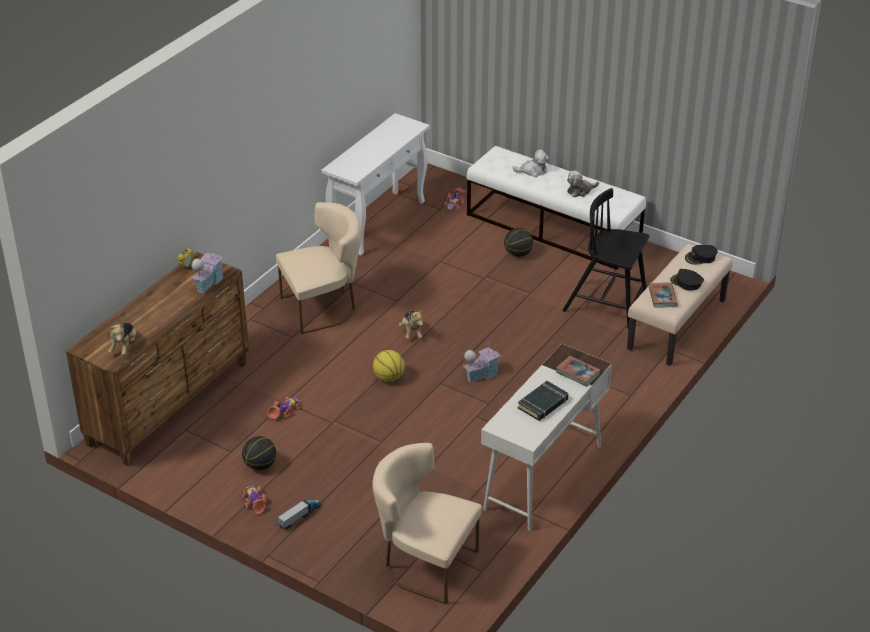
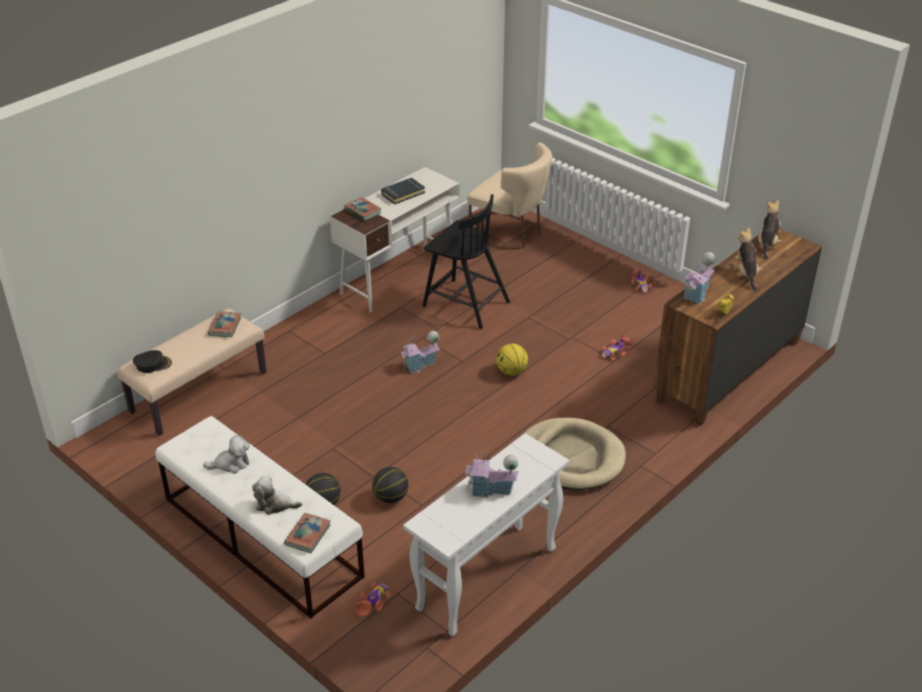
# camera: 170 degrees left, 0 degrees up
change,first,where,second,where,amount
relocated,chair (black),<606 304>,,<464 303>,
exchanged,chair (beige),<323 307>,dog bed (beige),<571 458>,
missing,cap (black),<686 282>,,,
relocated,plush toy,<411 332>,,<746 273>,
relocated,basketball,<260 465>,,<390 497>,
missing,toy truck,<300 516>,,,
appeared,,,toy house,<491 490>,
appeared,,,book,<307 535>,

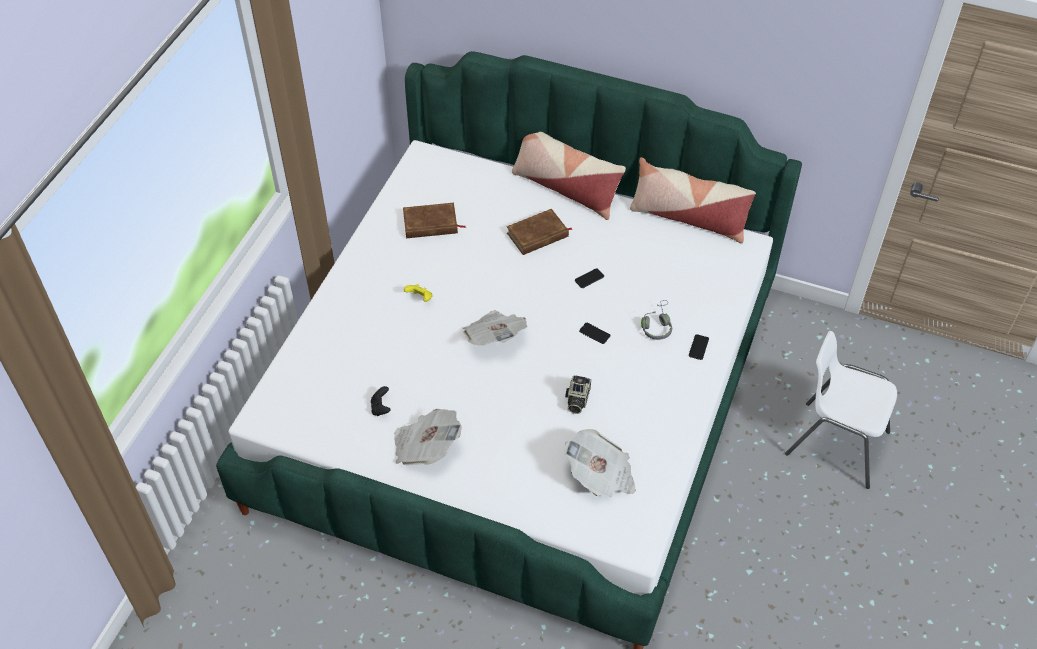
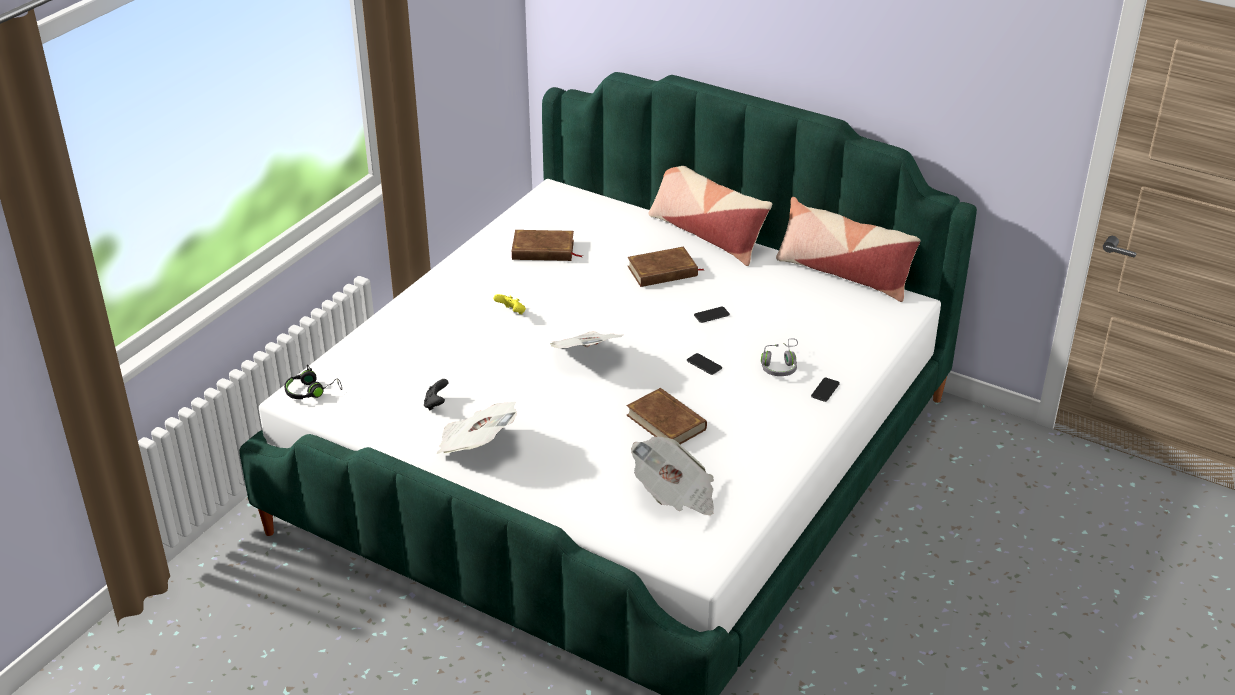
# camera: 10 degrees right, 15 degrees down
change,first,where,second,where,amount
missing,chair (white),<836 443>,,,
exchanged,photo camera,<577 400>,book (brown),<666 422>,
appeared,,,headphones (black),<312 391>,

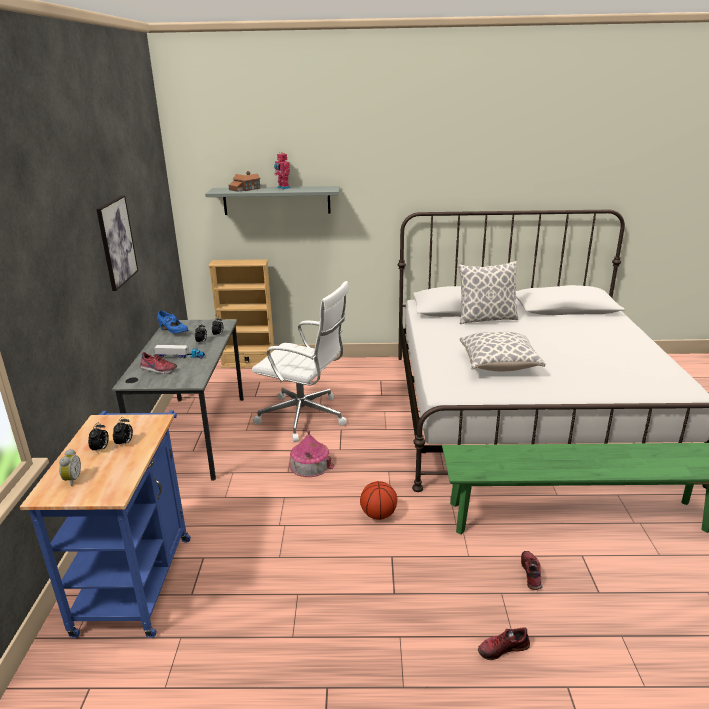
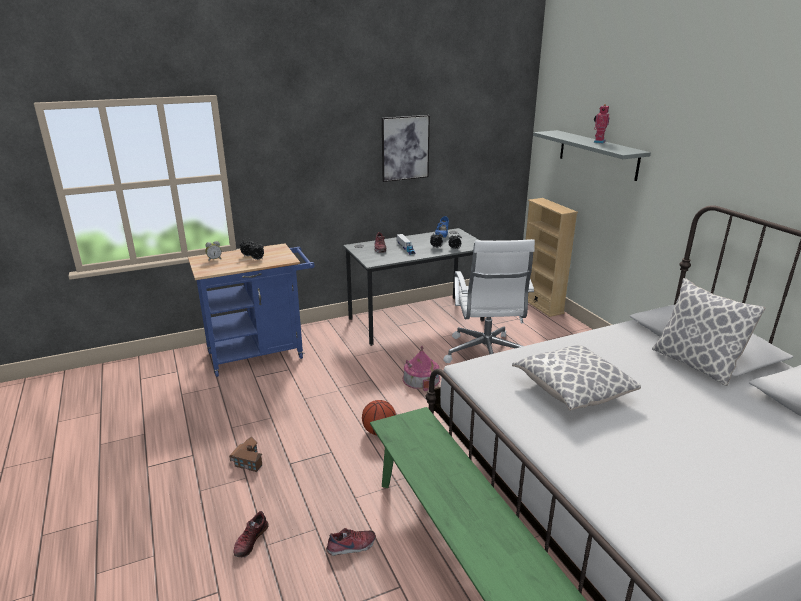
# camera: 65 degrees right, 0 degrees up
change,first,where,second,where,amount
relocated,toy house,<244 189>,,<248 460>,
spun,shoe,<502 648>,,<250 540>,120 degrees counterclockwise

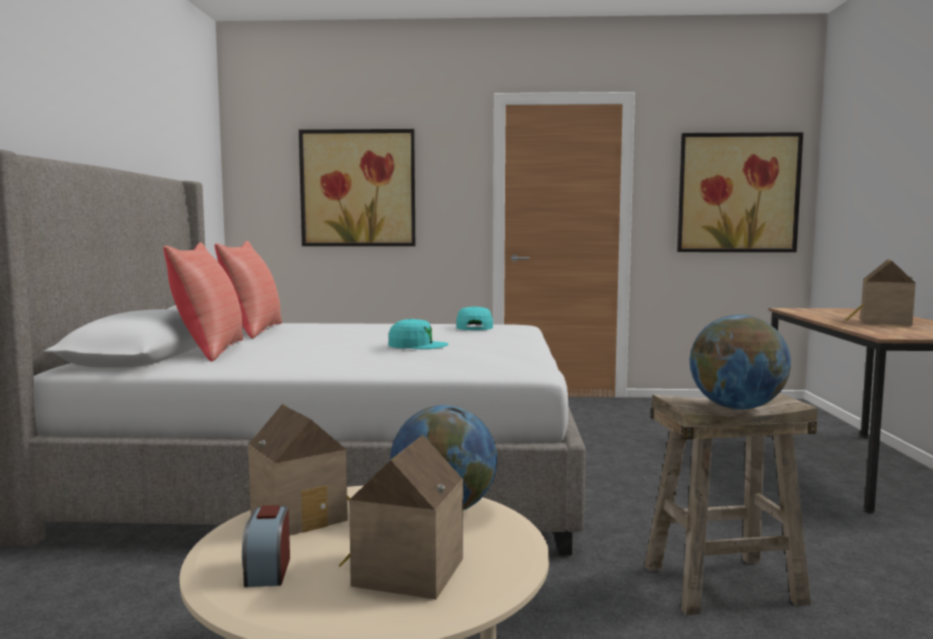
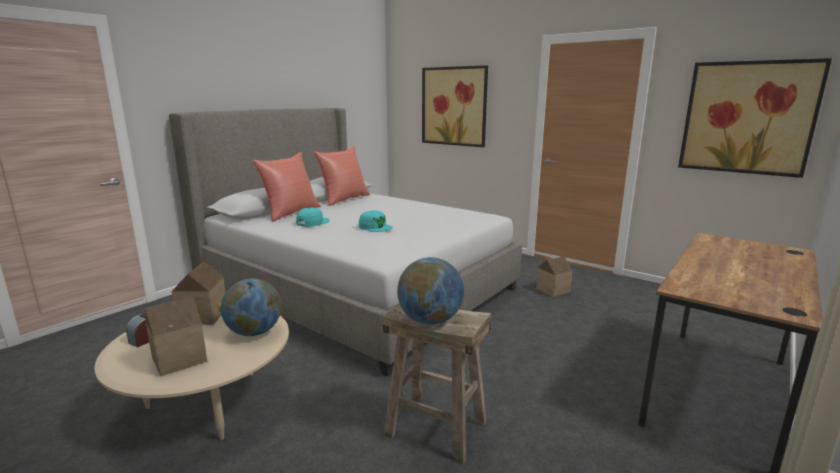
# camera: 35 degrees right, 10 degrees up
change,first,where,second,where,amount
relocated,toy house,<882 322>,,<551 290>,
relocated,cap (turquoise),<474 327>,,<312 222>,

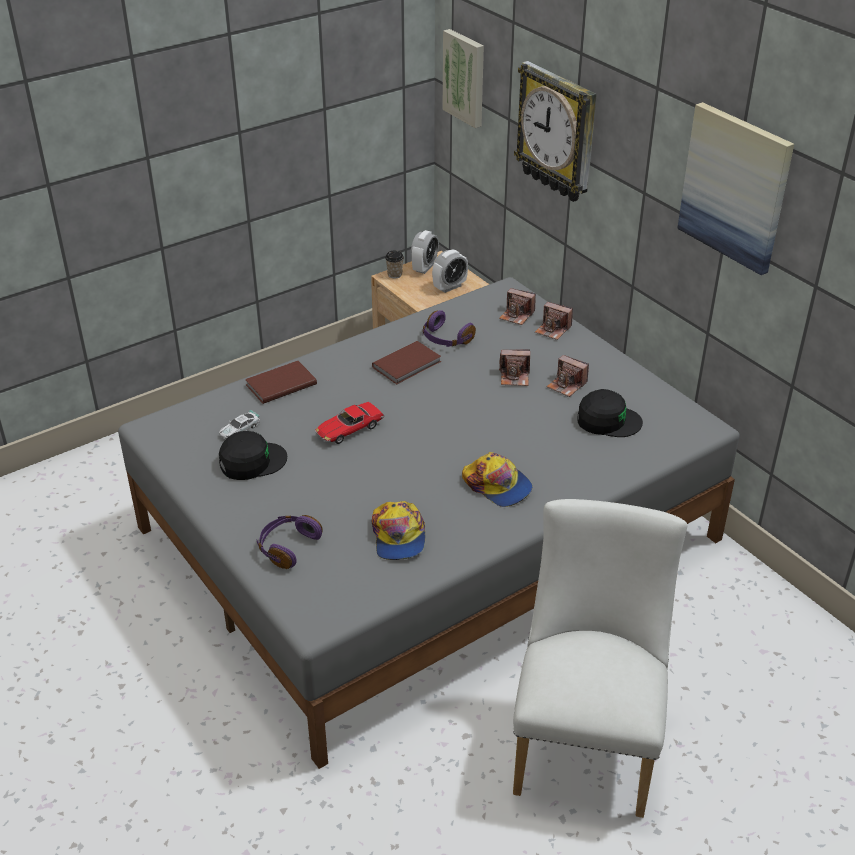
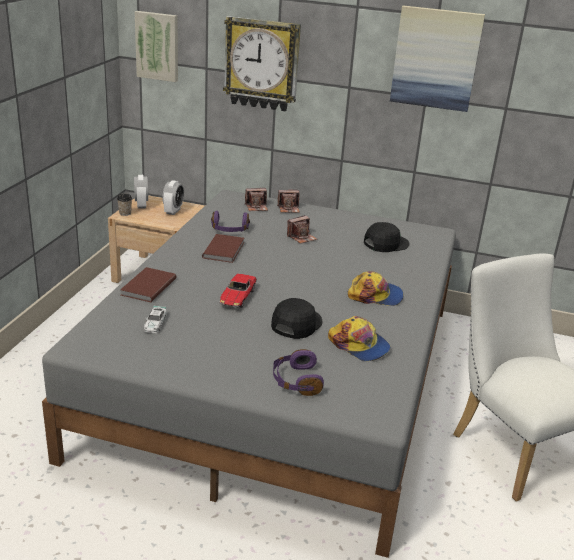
# camera: 40 degrees left, 10 degrees down
change,first,where,second,where,amount
missing,photo camera,<566 385>,,,
relocated,cap (black),<252 461>,,<296 324>,

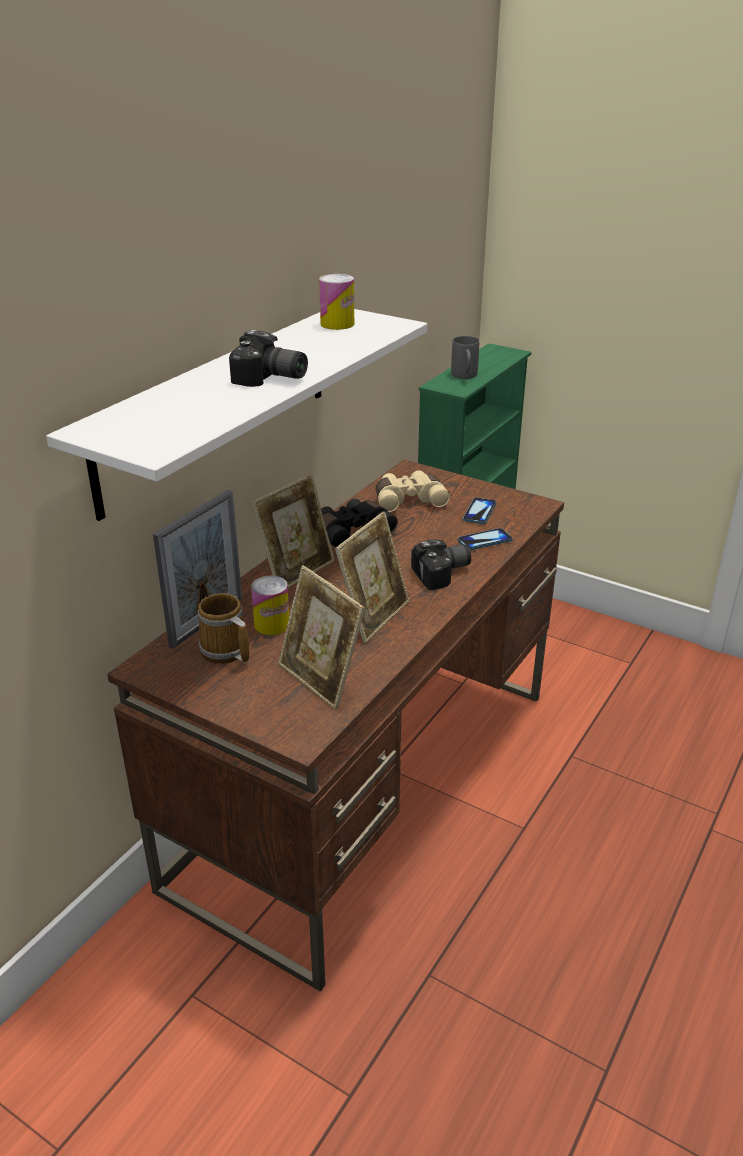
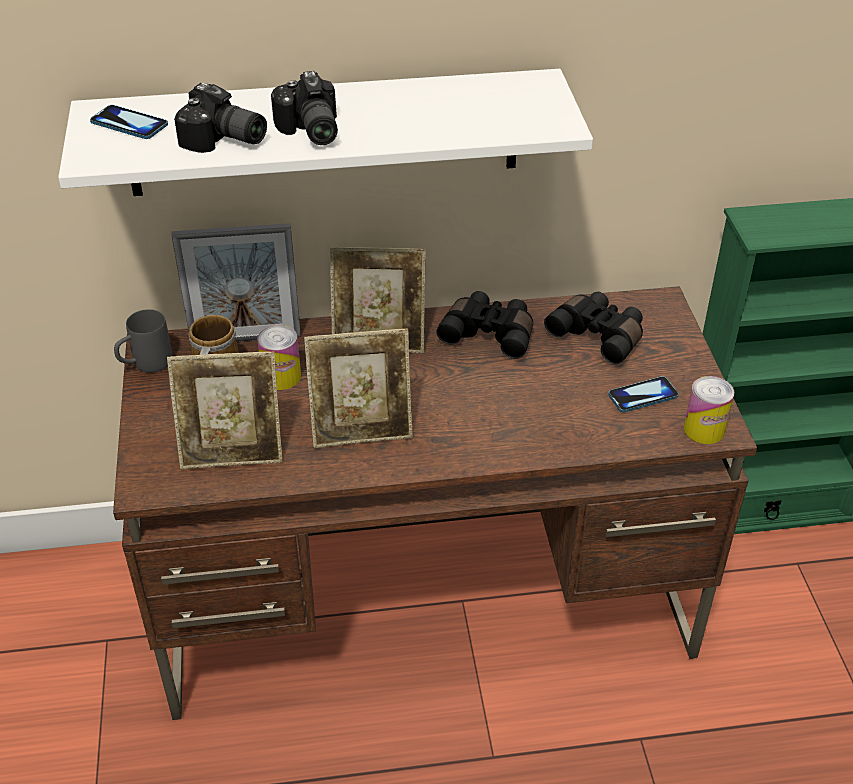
# camera: 50 degrees right, 10 degrees up
change,first,where,second,where,amount
relocated,can,<337 324>,,<704 429>,
relocated,mug (grey),<465 376>,,<145 365>,
colour,binoculars (beige),<408 500>,binoculars (black),<599 335>,
relocated,phone,<484 540>,,<129 124>,
relocated,photo camera,<443 574>,,<224 141>,
spun,picture frame,<321 679>,,<233 452>,105 degrees counterclockwise

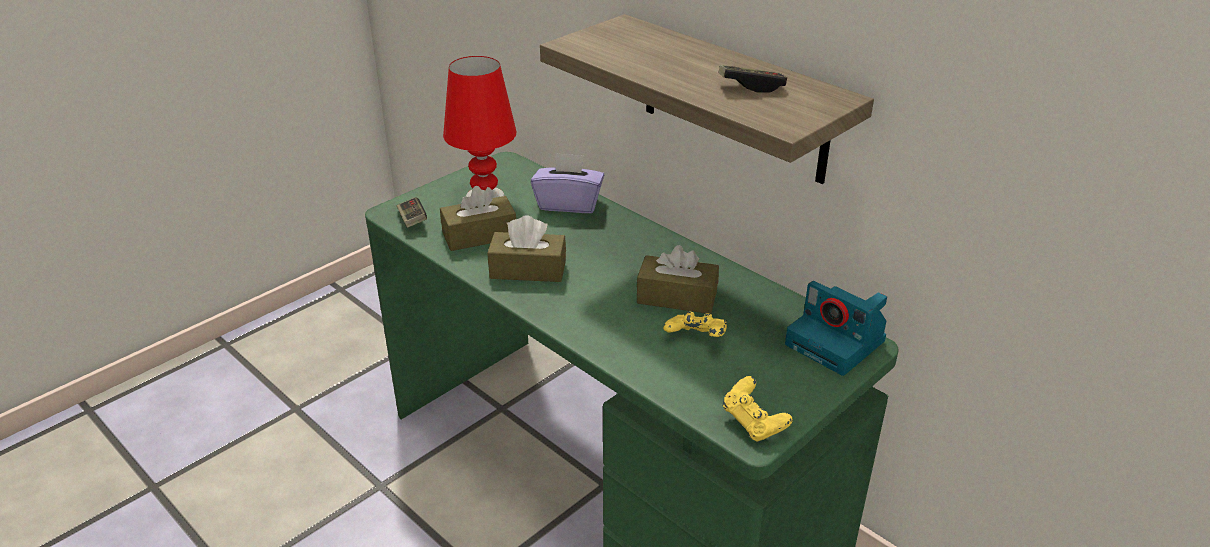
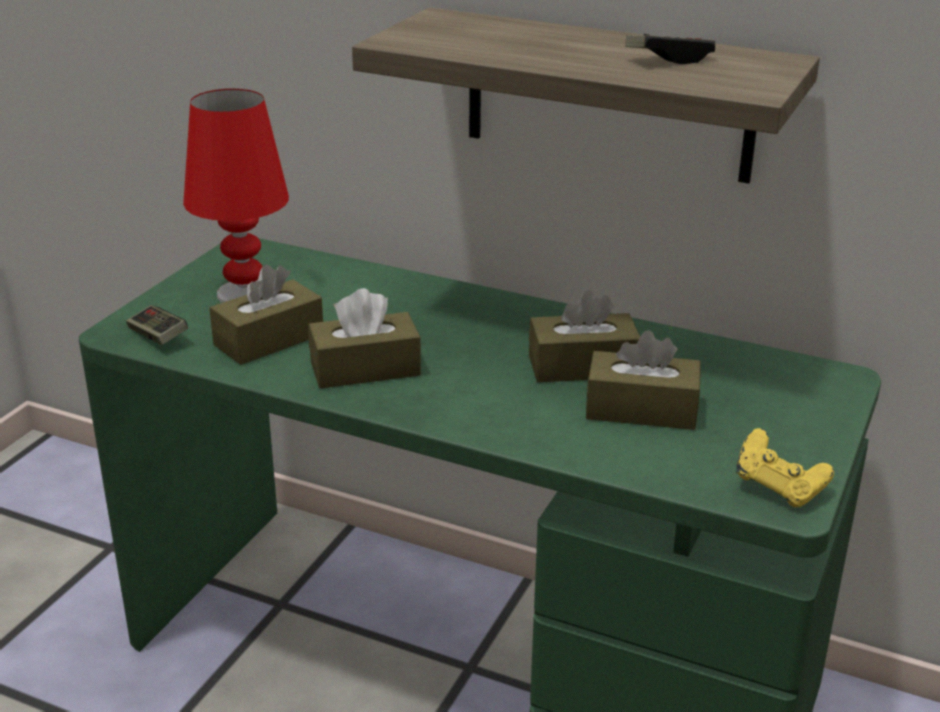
# camera: 20 degrees left, 5 degrees down
change,first,where,second,where,amount
missing,tissue box (purple),<569 204>,,,
missing,photo camera,<837 343>,,,
exchanged,game controller (yellow),<696 340>,tissue box (brown),<641 409>,

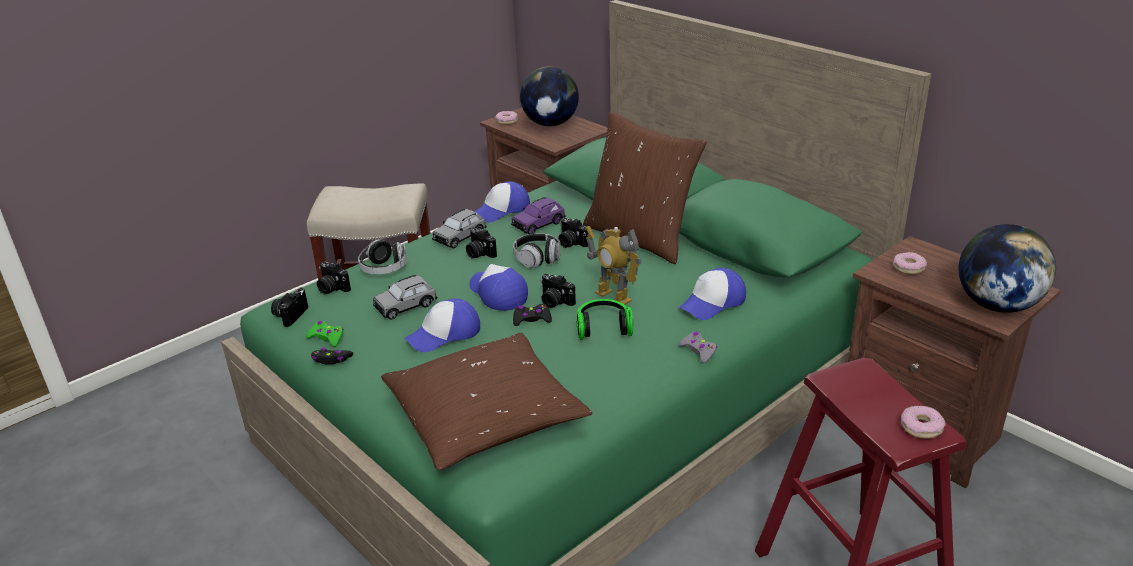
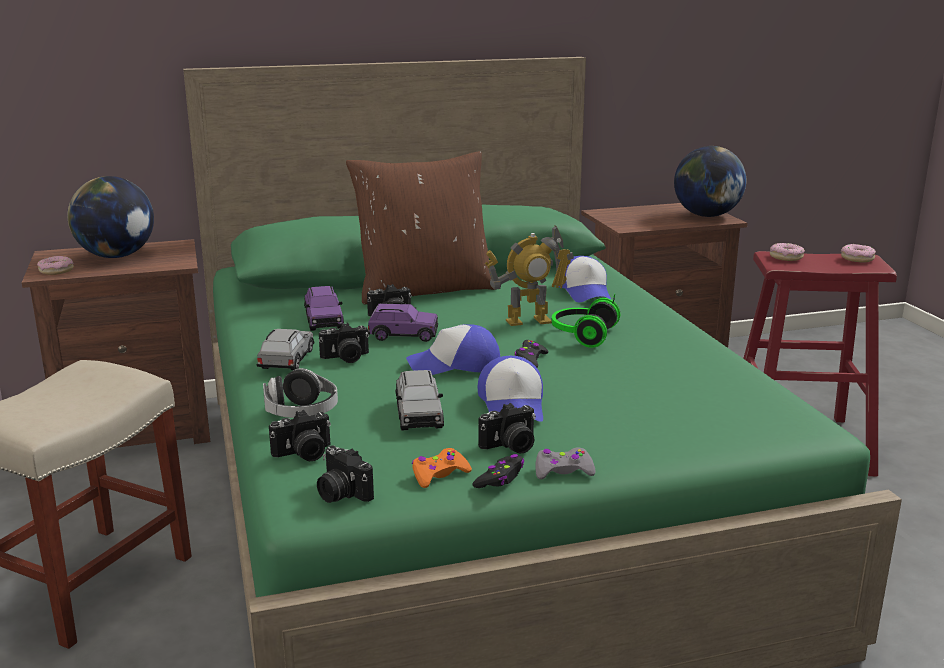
# camera: 65 degrees left, 10 degrees down
change,first,where,second,where,amount
missing,cap,<502 210>,,,
spun,toy car (grey),<460 237>,,<287 360>,150 degrees counterclockwise
exchanged,headphones,<537 259>,toy car (purple),<403 335>,
relocated,donut,<908 268>,,<786 257>,
relocated,photo camera,<554 302>,,<510 446>,
colour,game controller (green),<327 338>,game controller (orange),<439 474>,
relocated,game controller (grey),<698 351>,,<563 471>,
missing,pillow (brown),<485 416>,,,

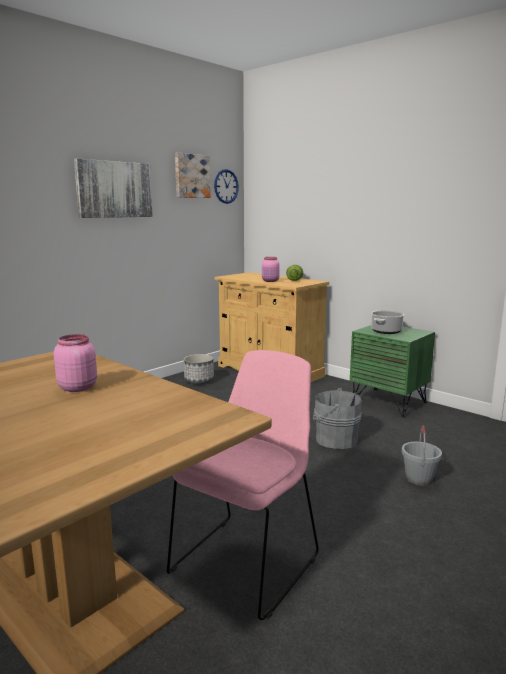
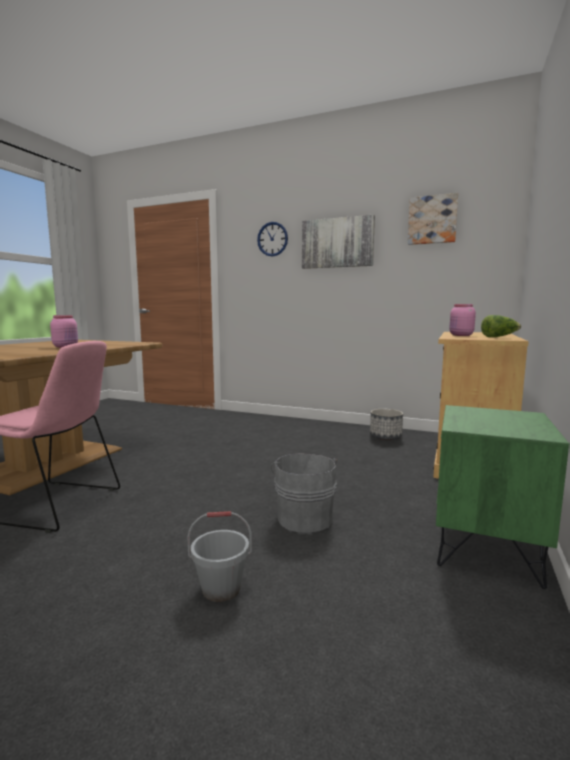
# camera: 70 degrees right, 5 degrees down
change,first,where,second,where,amount
relocated,wall clock,<226 186>,,<272 239>,
missing,cooking pot,<386 331>,,,

